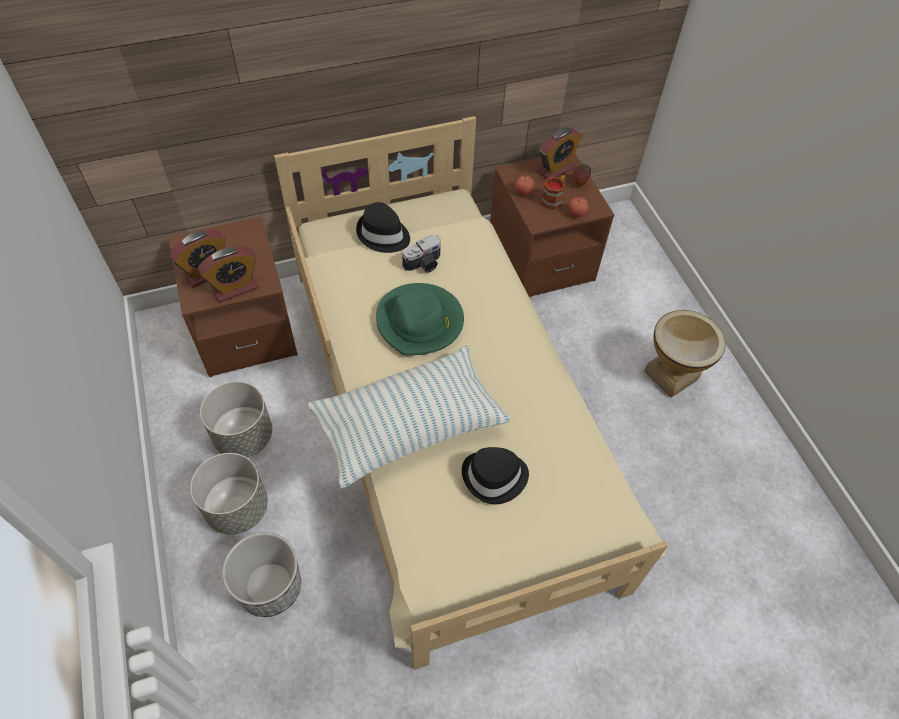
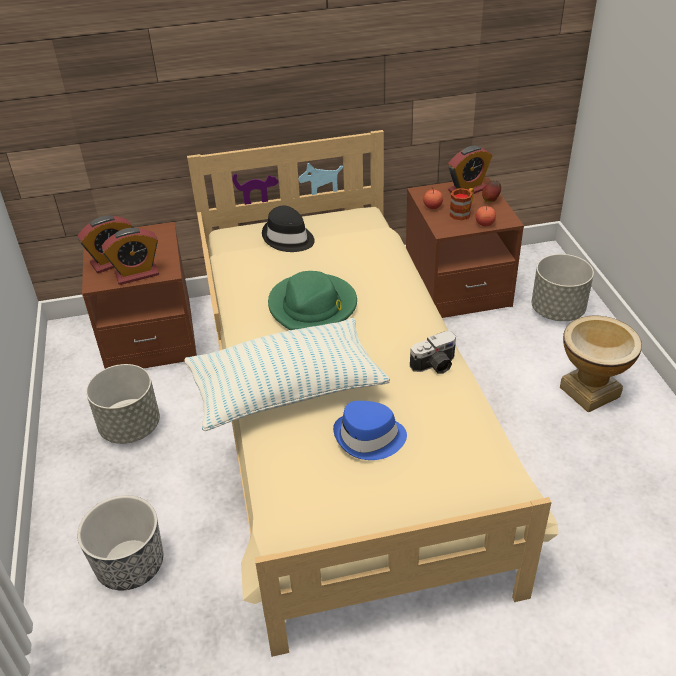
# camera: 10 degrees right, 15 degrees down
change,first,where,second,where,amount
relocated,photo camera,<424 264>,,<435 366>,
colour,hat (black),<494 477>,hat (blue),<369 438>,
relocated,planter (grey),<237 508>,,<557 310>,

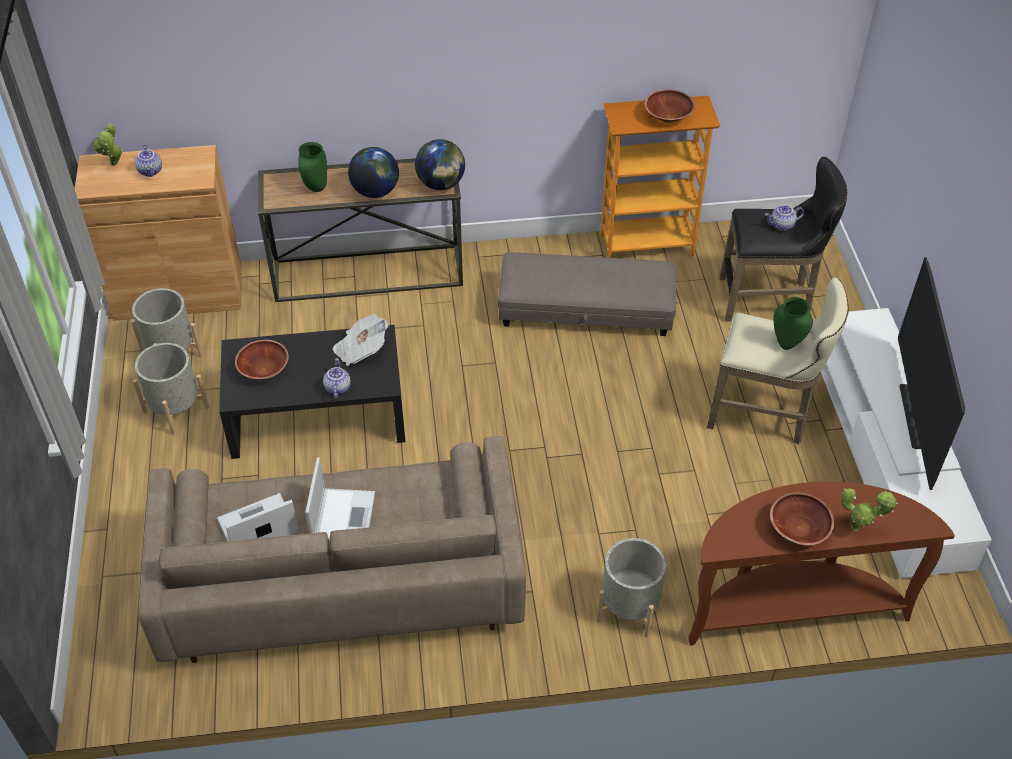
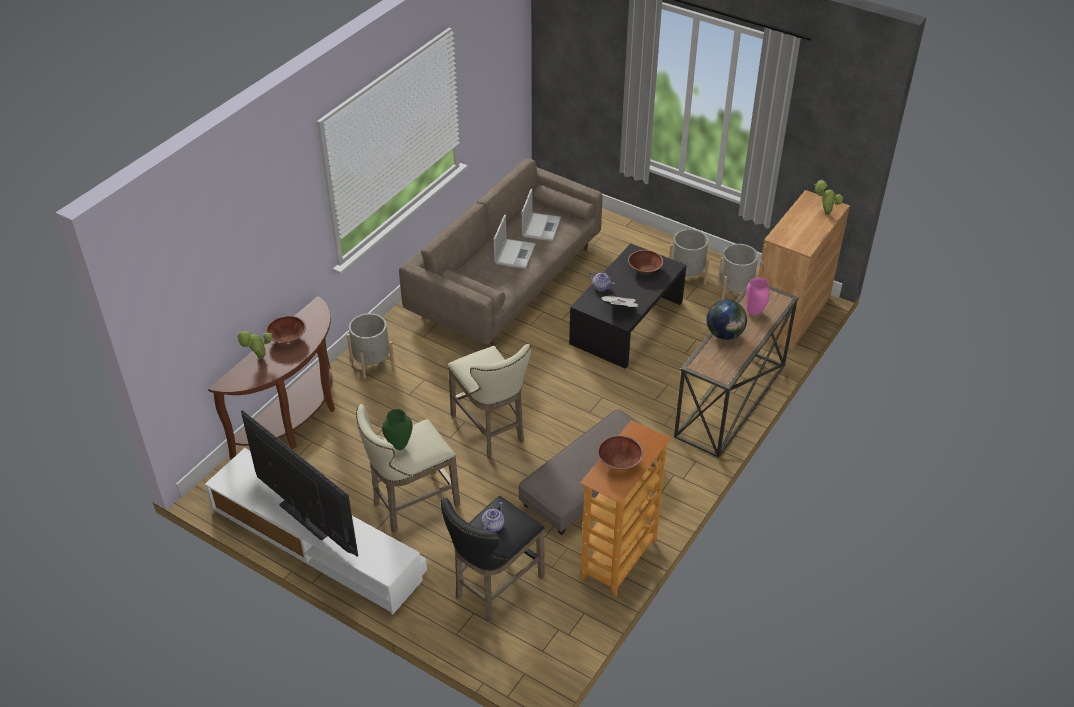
# camera: 130 degrees right, 5 degrees down
change,first,where,second,where,amount
missing,globe,<441 184>,,,
colour,vase (green),<315 188>,vase (pink),<755 312>,
missing,teapot,<151 171>,,,
spun,laptop,<343 516>,,<515 253>,120 degrees counterclockwise
appeared,,,stool (beige),<491 430>,

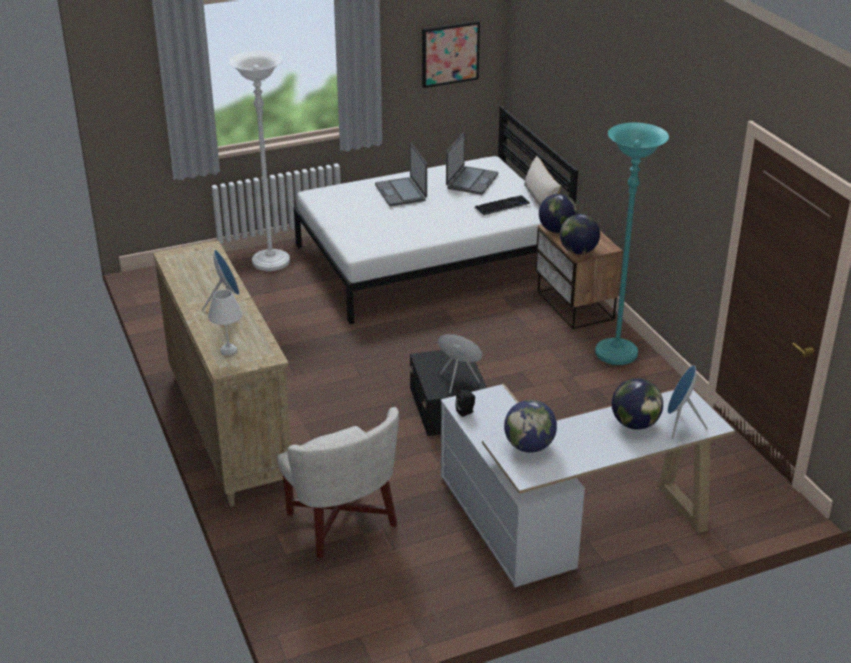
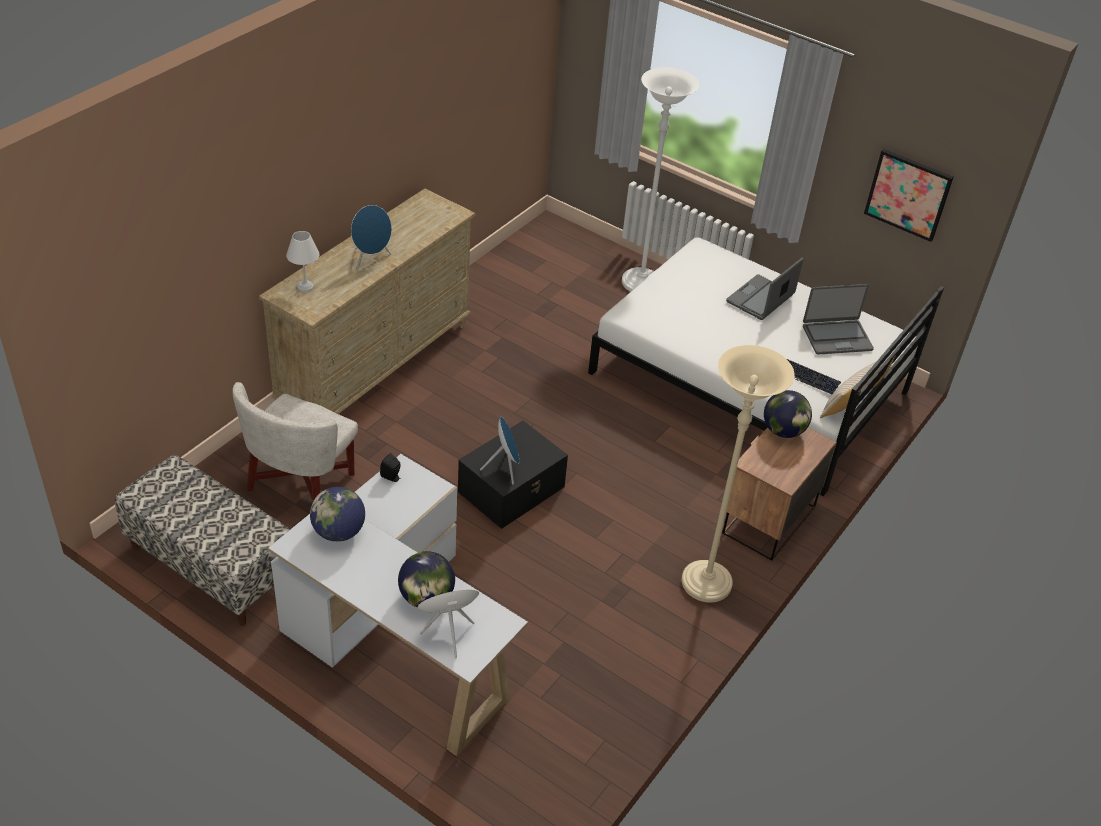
# camera: 55 degrees right, 10 degrees up
change,first,where,second,where,amount
colour,floor lamp (turquoise),<616 354>,floor lamp (beige),<706 583>,
missing,globe,<578 251>,,,
appeared,,,bench,<210 566>,

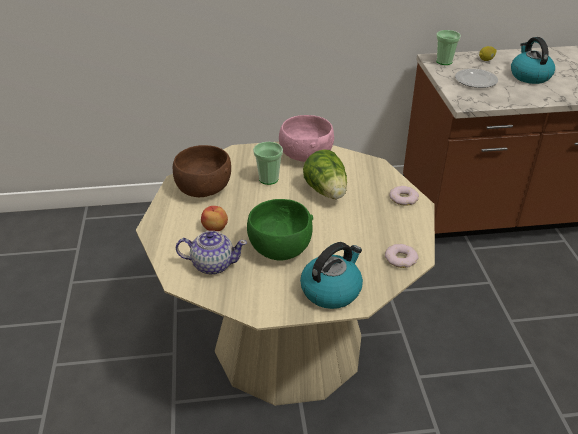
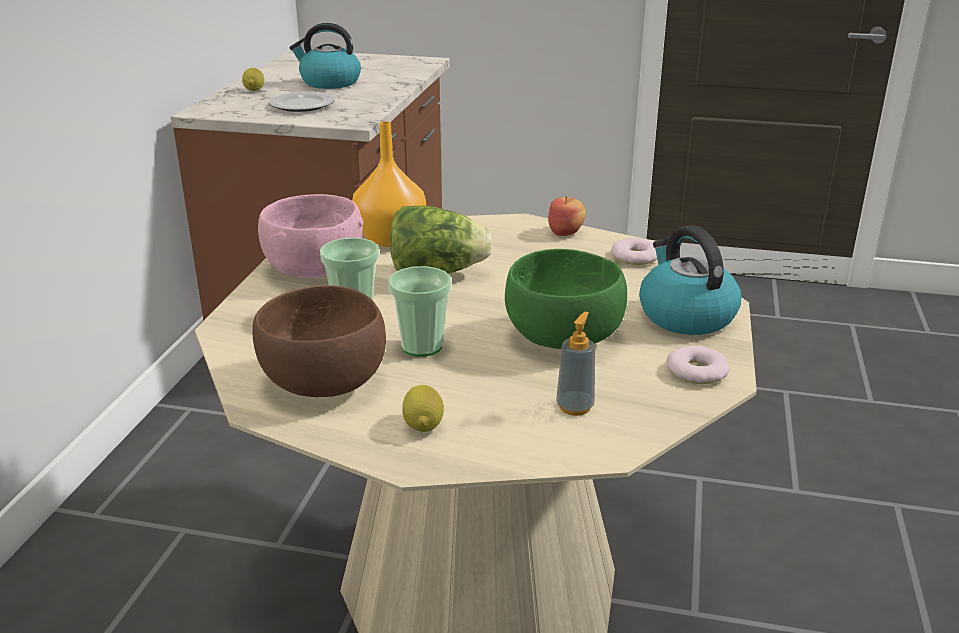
# camera: 70 degrees left, 10 degrees down
change,first,where,second,where,amount
relocated,cup,<444 61>,,<421 346>,
relocated,donut,<403 198>,,<697 371>,
relocated,apple,<215 228>,,<566 232>,
exchanged,teapot,<212 264>,soap dispenser,<575 407>,
appeared,,,vase (orange),<389 239>,
appeared,,,lemon,<423 425>,

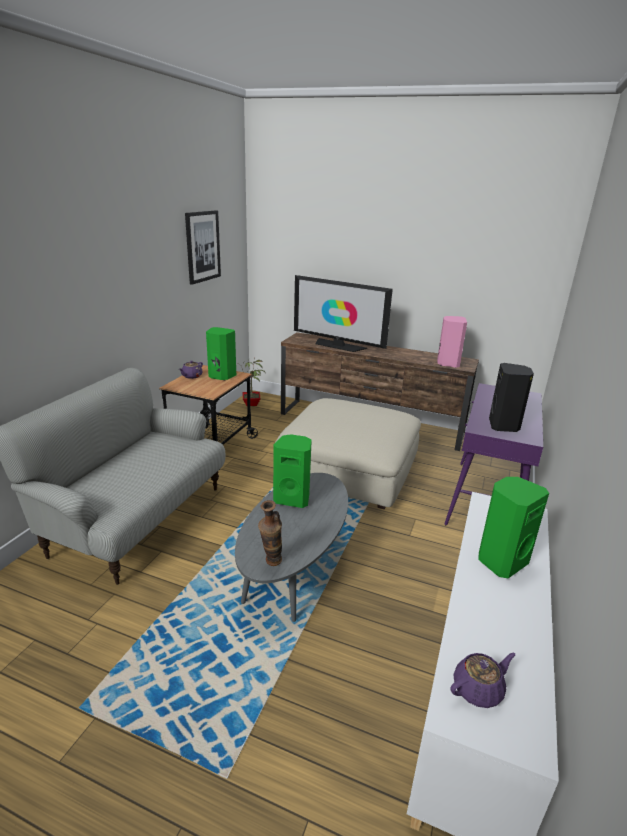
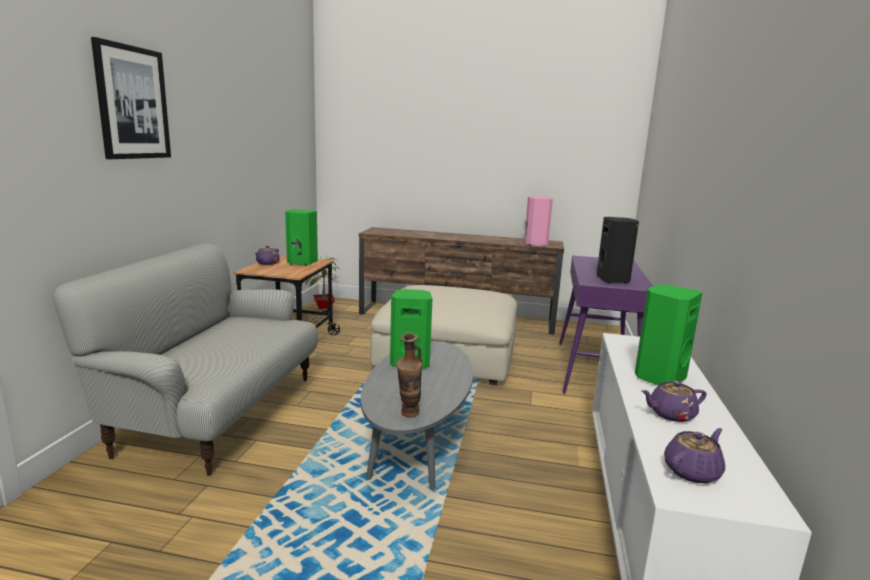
# camera: 10 degrees left, 10 degrees down
change,first,where,second,where,amount
relocated,picture,<202 246>,,<132 103>,
missing,television,<338 345>,,,
appeared,,,teapot (purple),<670 414>,

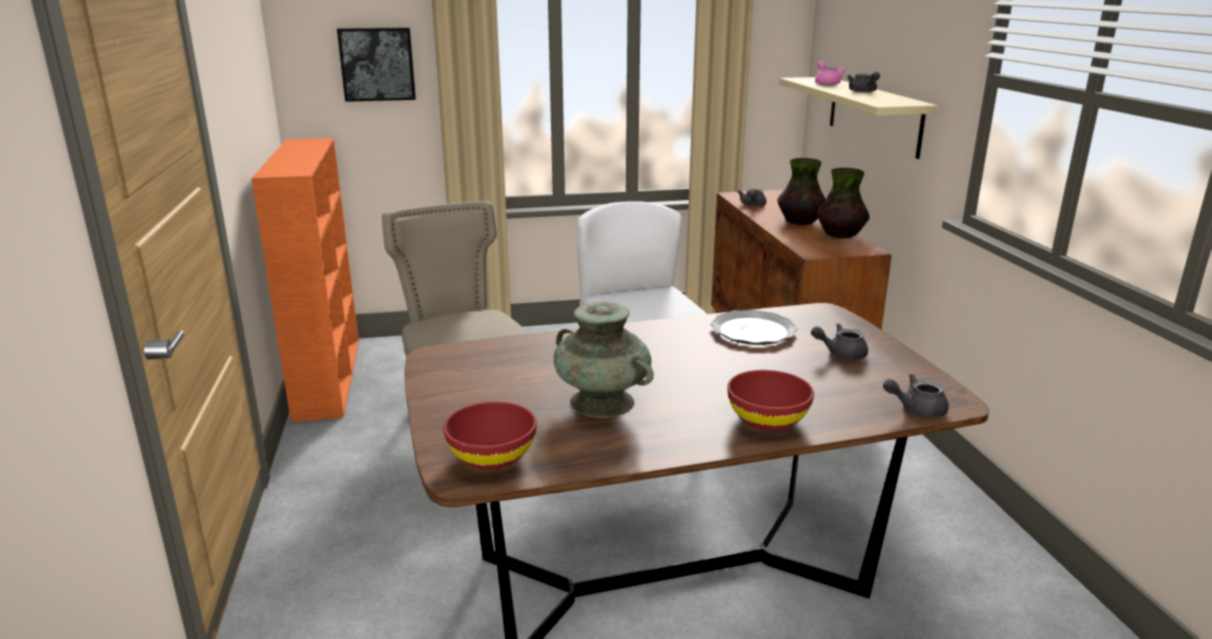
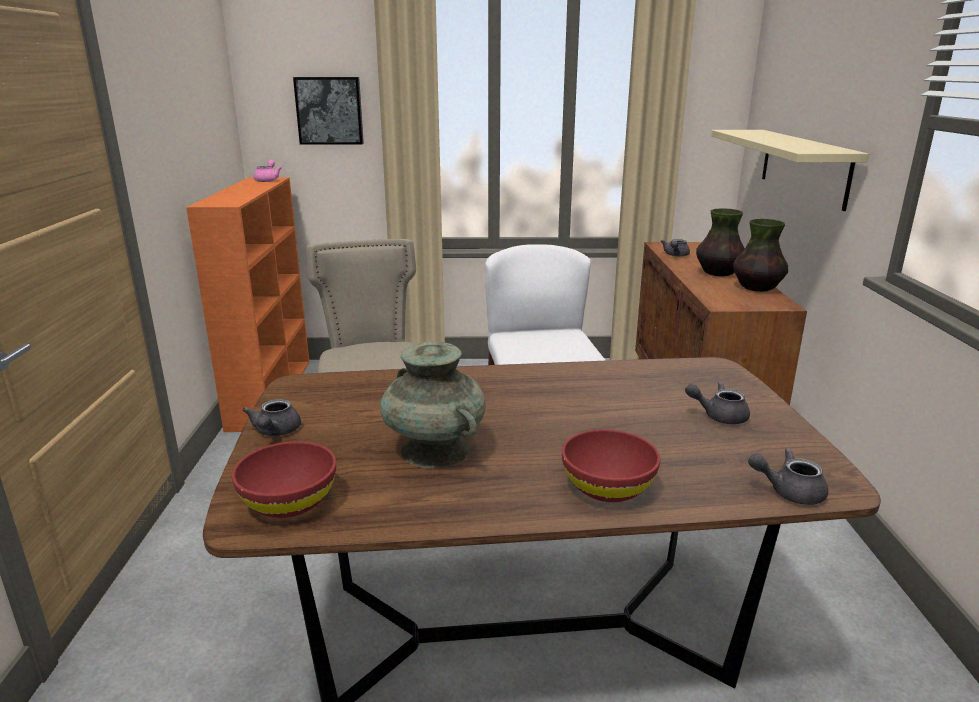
# camera: 10 degrees right, 0 degrees up
change,first,where,second,where,amount
relocated,teapot (pink),<826 83>,,<268 180>,
relocated,teapot (grey),<863 92>,,<275 432>,
missing,plate,<752 331>,,,

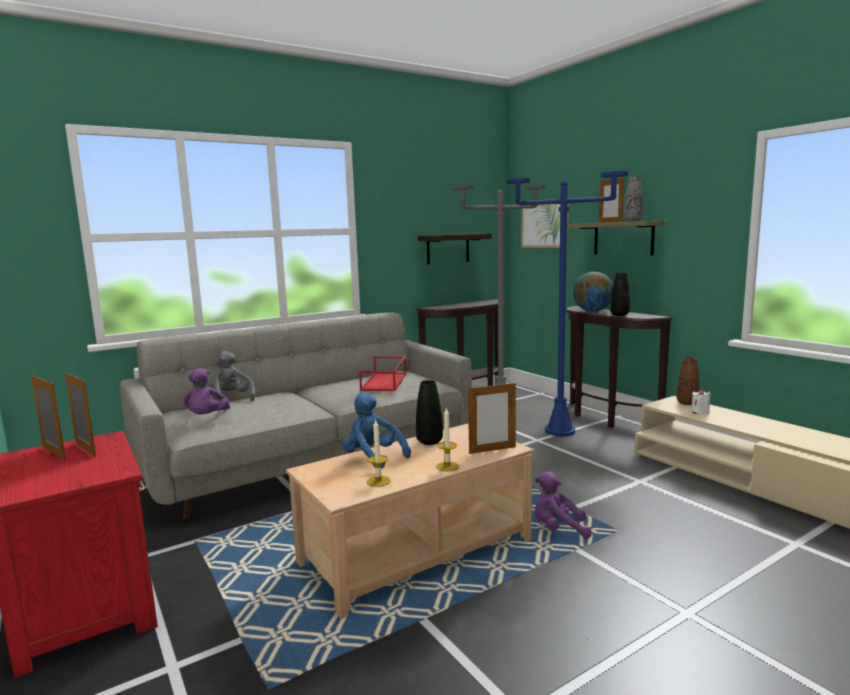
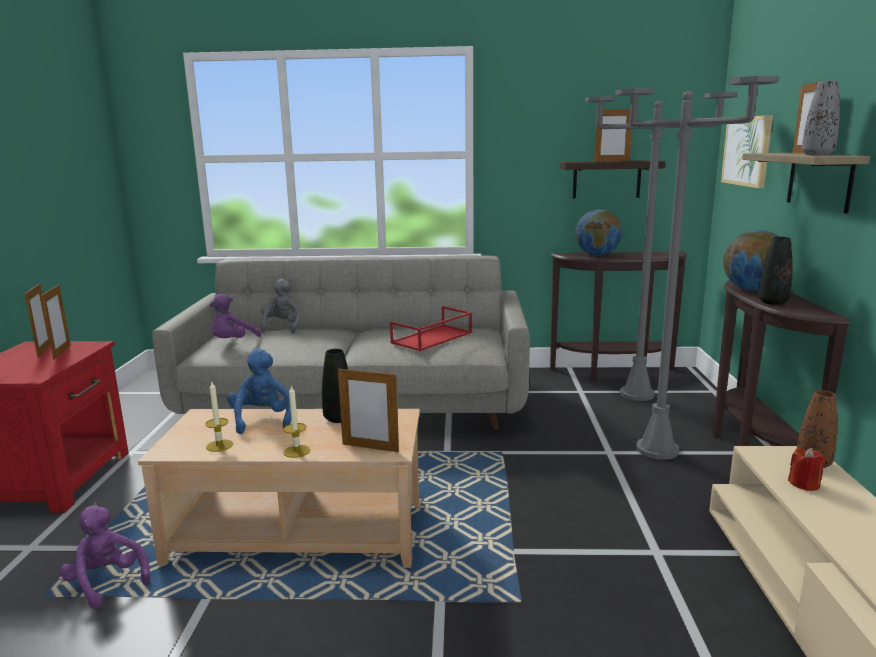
# camera: 35 degrees right, 5 degrees up
change,first,where,second,where,amount
colour,floor lamp (blue),<559 431>,floor lamp (grey),<657 449>,
colour,candle (white),<700 412>,candle (red),<804 484>,
relocated,plush toy (purple),<558 529>,,<107 582>,
appeared,,,picture frame,<612 161>,
appeared,,,globe,<597 255>,

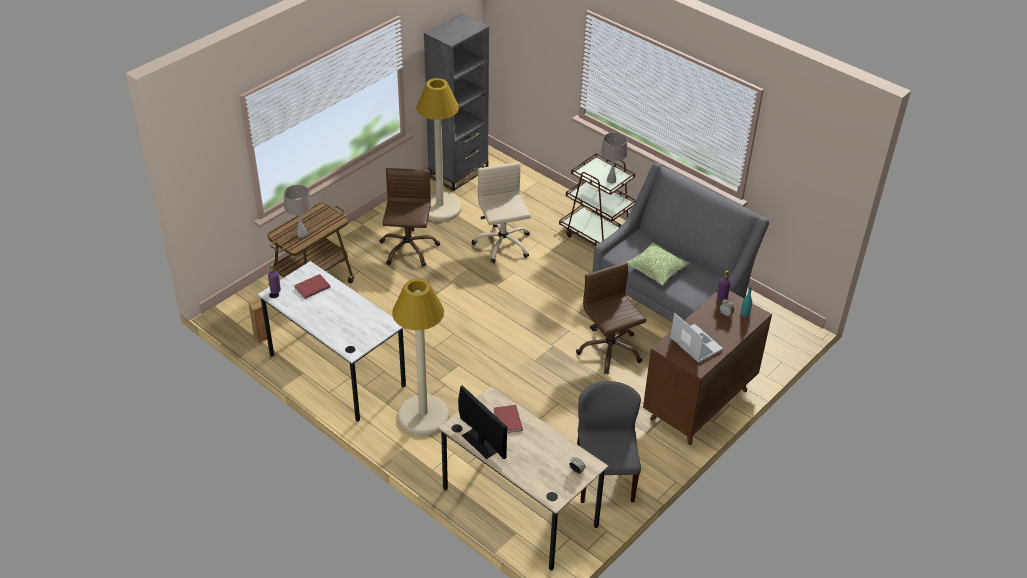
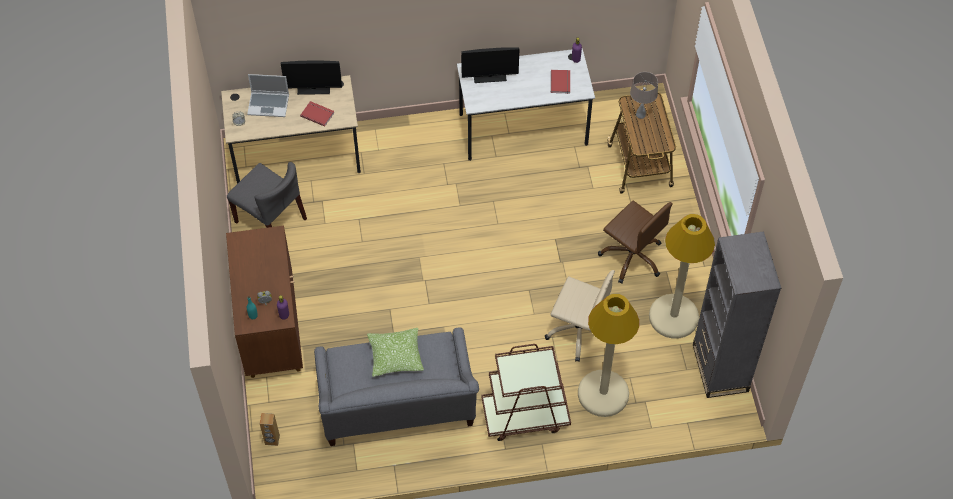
# camera: 130 degrees right, 15 degrees up
change,first,where,second,where,amount
missing,table lamp (beige),<611 180>,,,
missing,office chair (brown),<609 350>,,,
relocated,floor lamp (beige),<423 416>,,<603 393>,
relocated,speaker (brown),<261 336>,,<272 440>,
relocated,laptop,<695 344>,,<269 104>,
appeared,,,monitor,<489 76>,

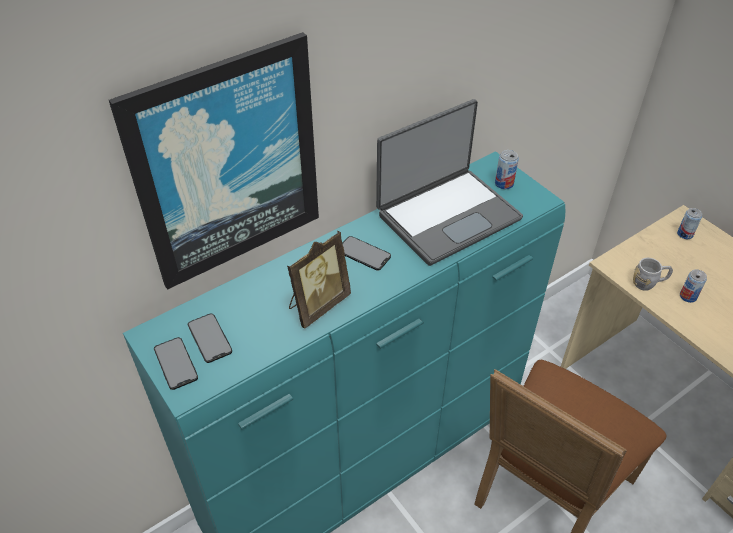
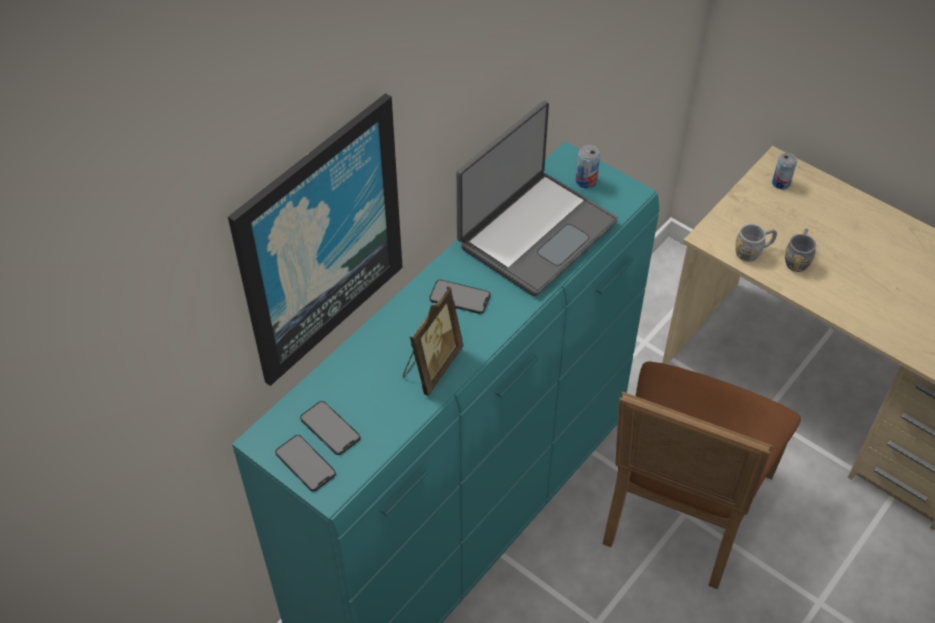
# camera: 15 degrees left, 5 degrees up
change,first,where,second,where,amount
exchanged,can,<688 296>,mug (grey),<797 259>,

